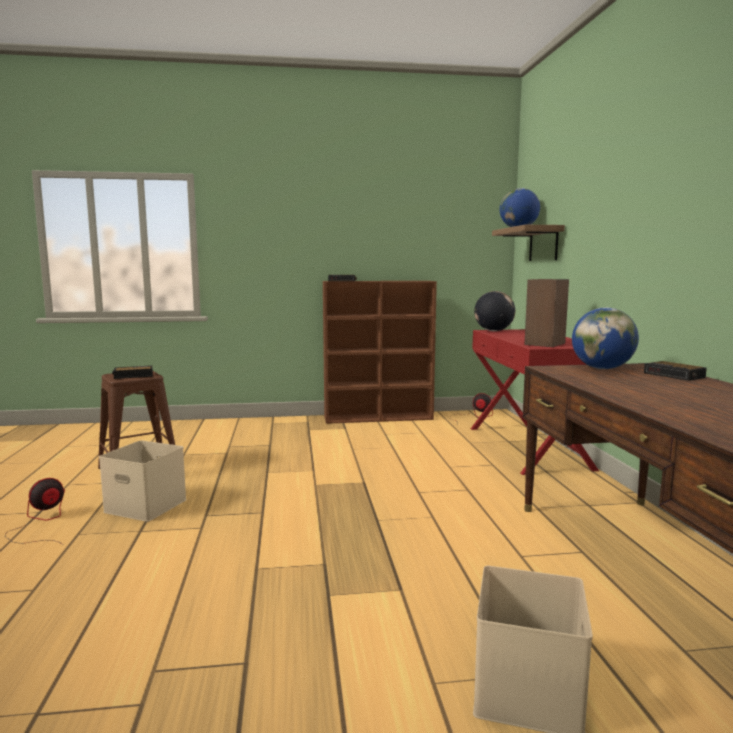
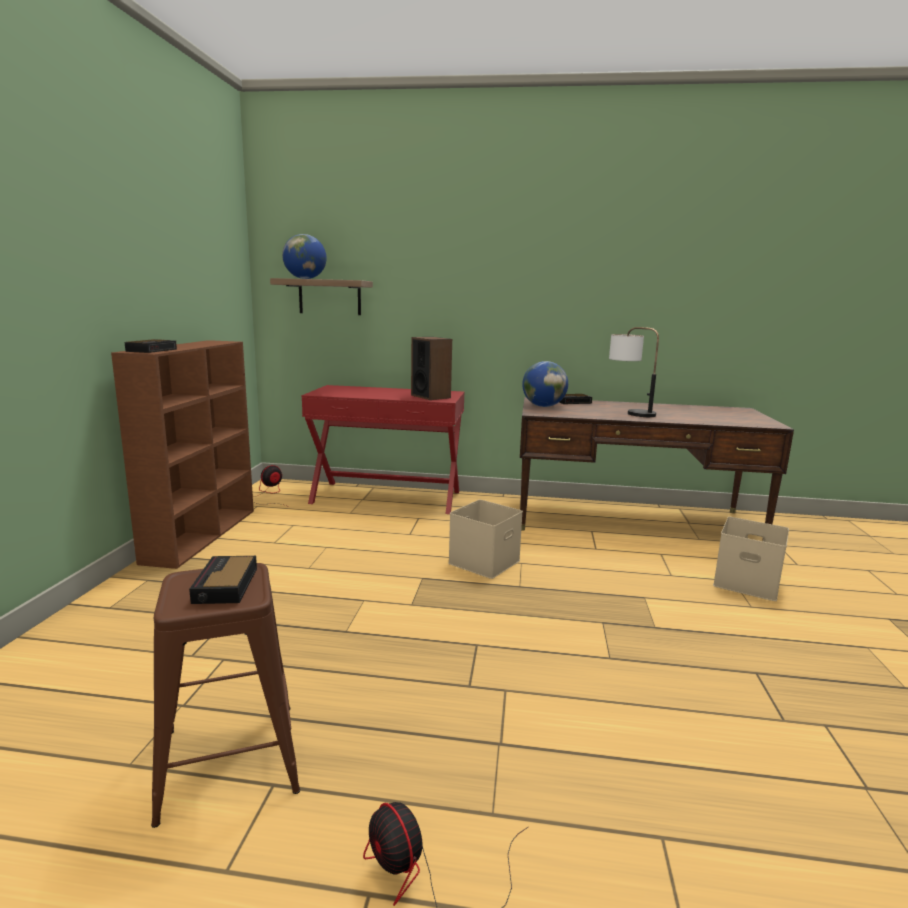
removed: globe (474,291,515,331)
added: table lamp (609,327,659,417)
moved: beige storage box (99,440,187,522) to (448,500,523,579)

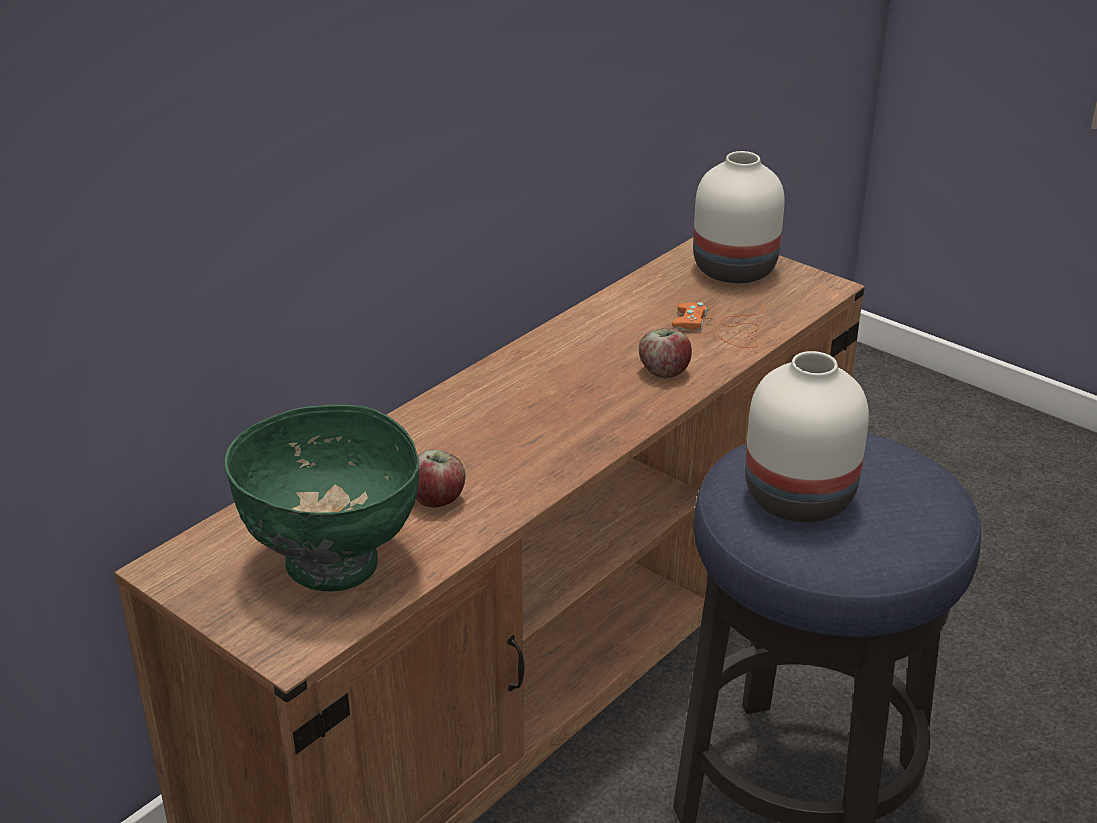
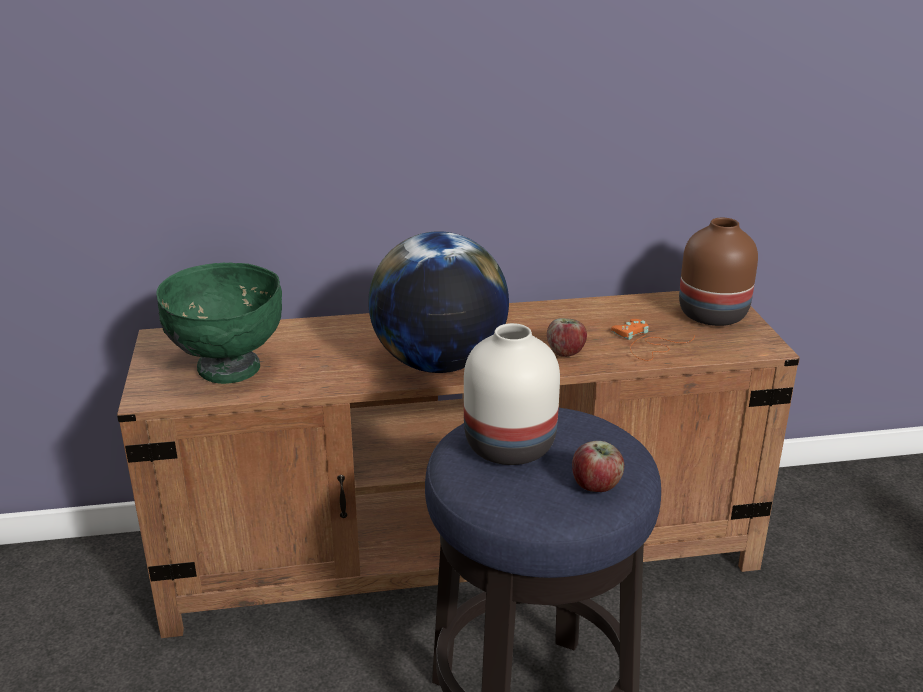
added: globe (368,231,509,373)
moved: apple (416,450,466,507) to (572,441,624,492)
recoloured: white vase (693,151,785,283) to brown vase (679,218,758,326)

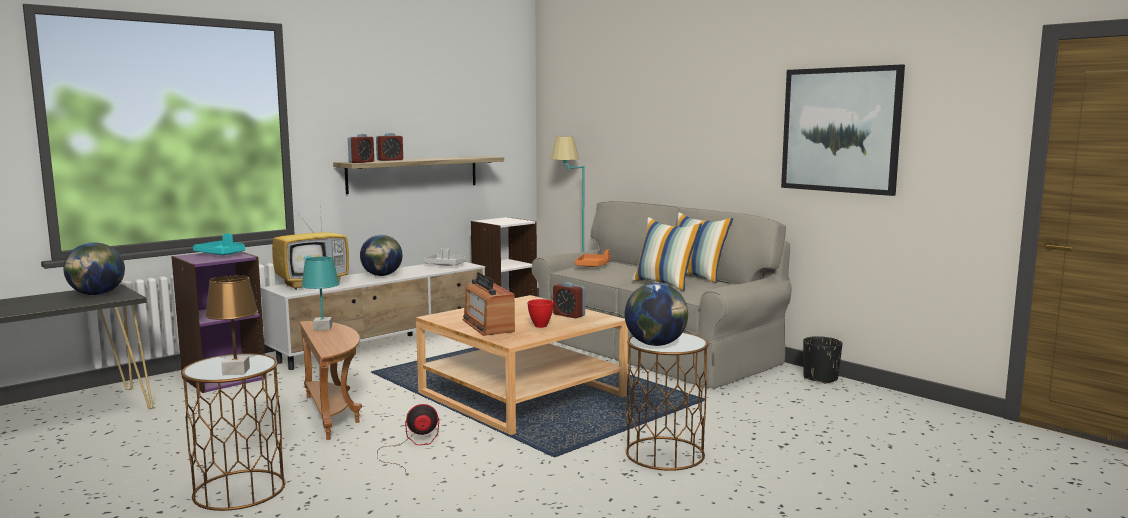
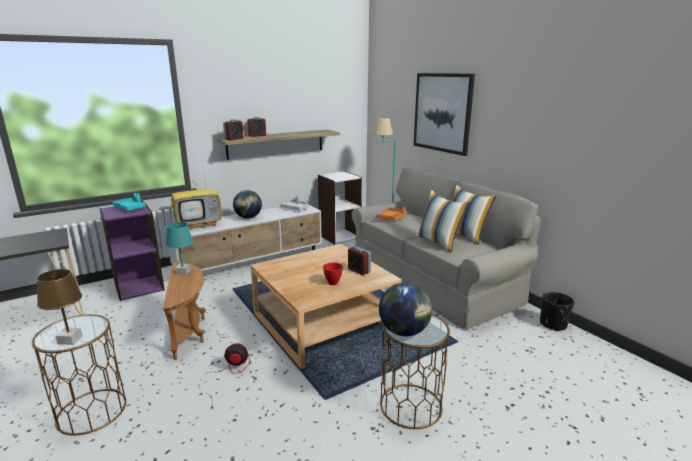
removed: globe (64,243,125,295); radio (463,272,515,336)
moved: picture (781,64,905,196) to (414,73,475,156)

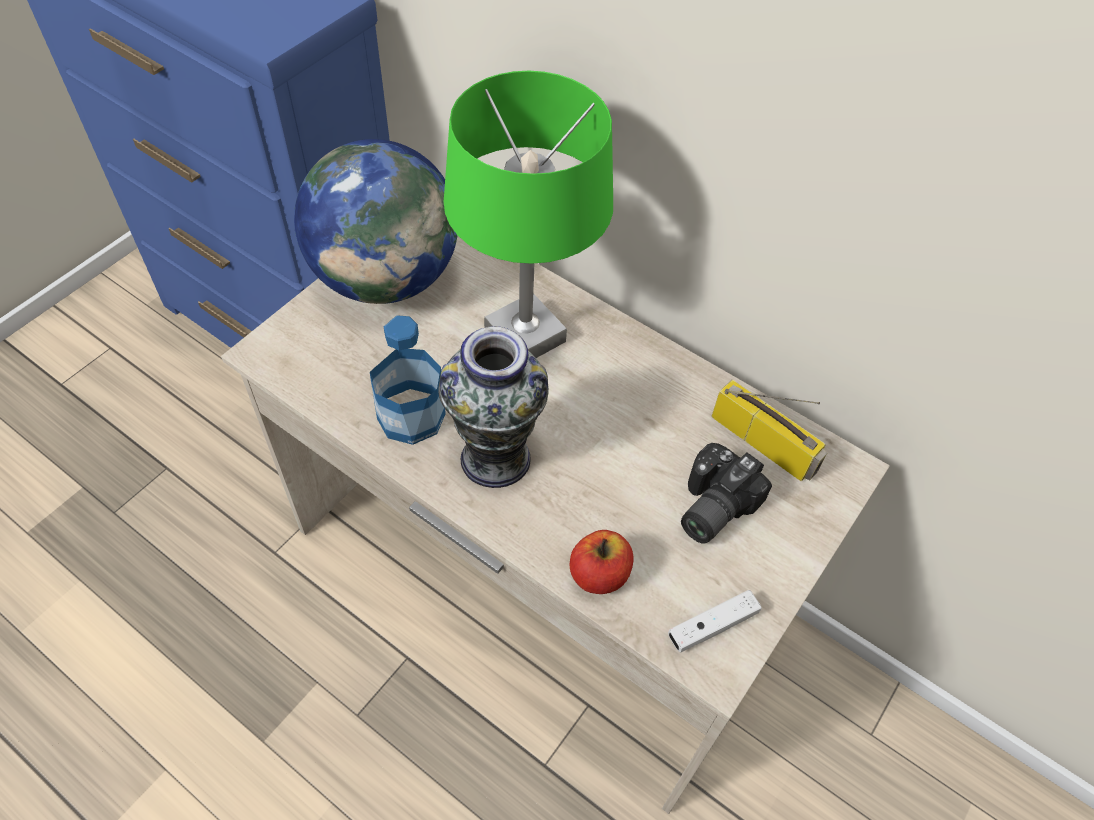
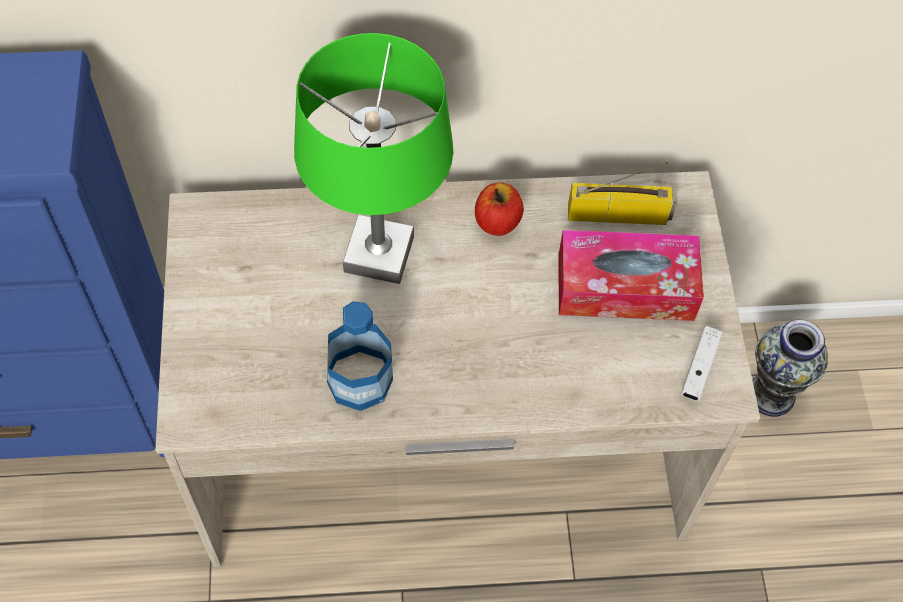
removed: globe (294,139,458,304)
moved: vase (438,326,549,488) to (753,320,828,417); apple (570,530,634,594) to (475,182,524,236)
replaced: photo camera (681,443,772,544) to tissue box (558,230,704,321)

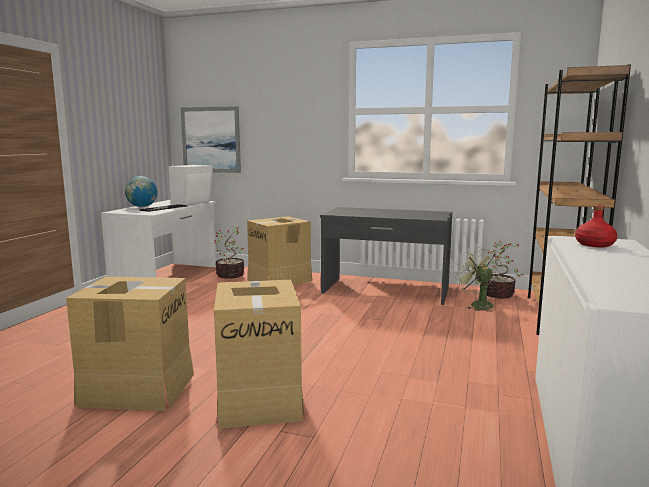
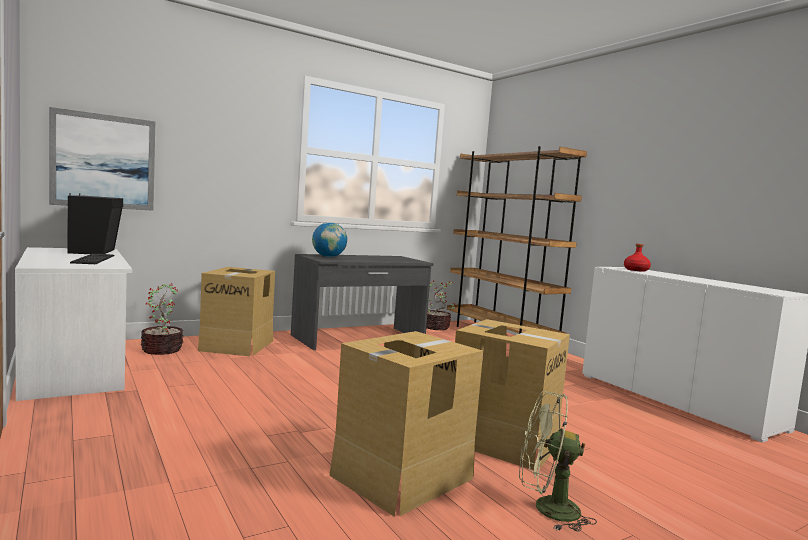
moved: globe (125,176,158,207) to (312,222,347,257); green fan (455,246,498,312) to (519,391,597,532)
recoloured: white speaker (169,163,212,205) to black speaker (67,193,123,254)

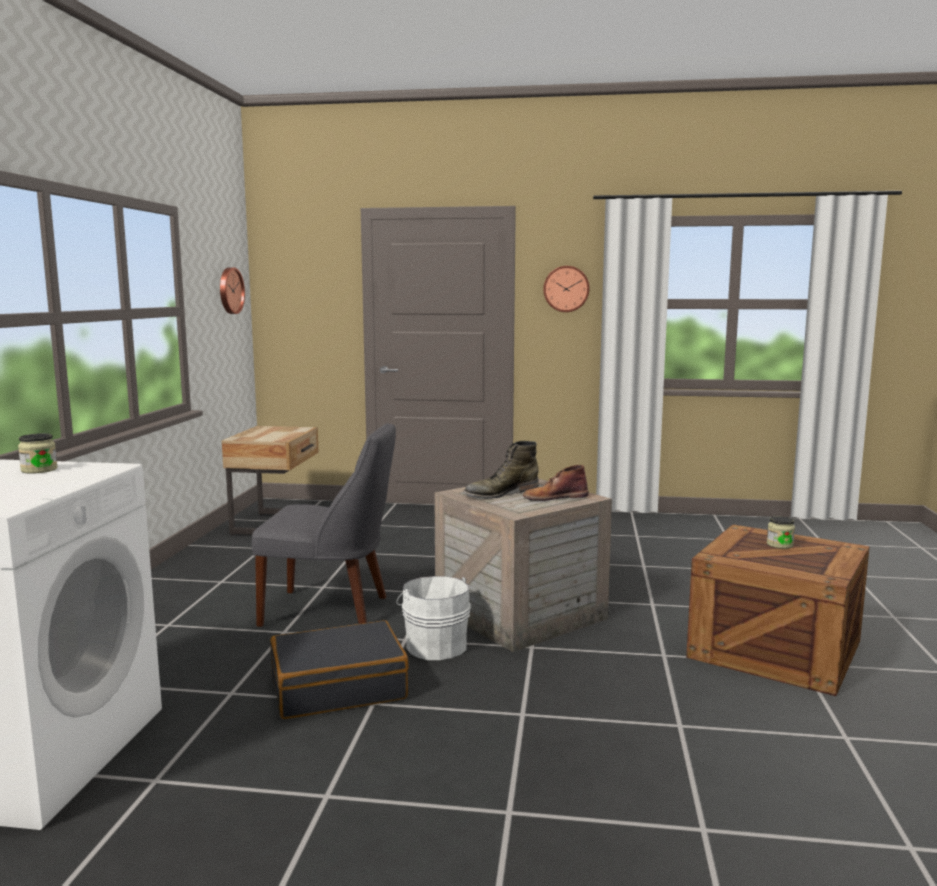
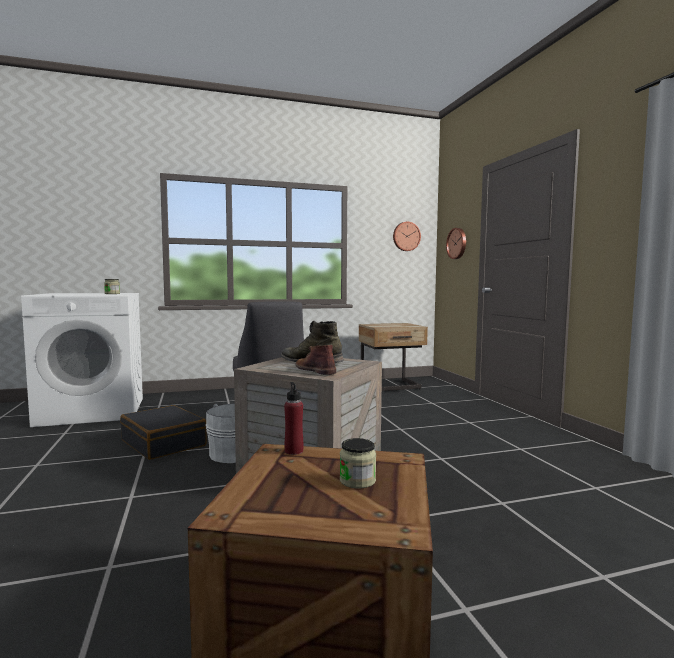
added: red bottle (284,382,303,455)
moved: wall clock (543,266,589,312) to (446,228,466,259)

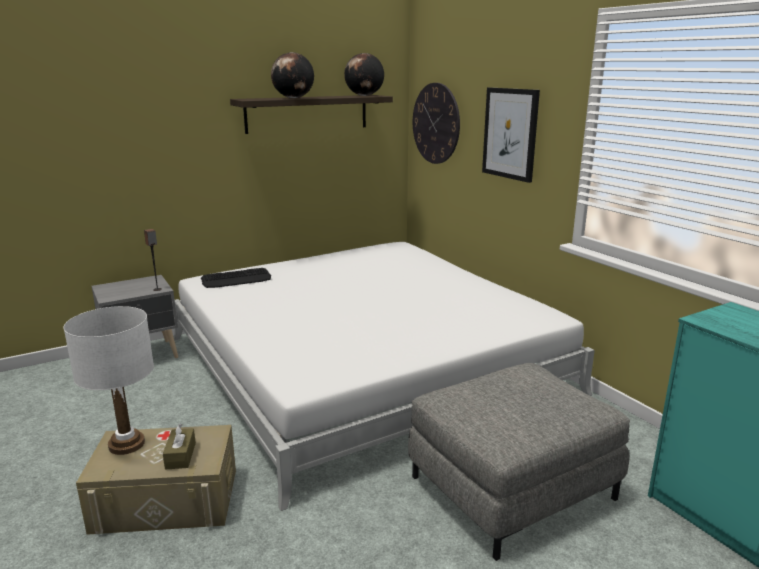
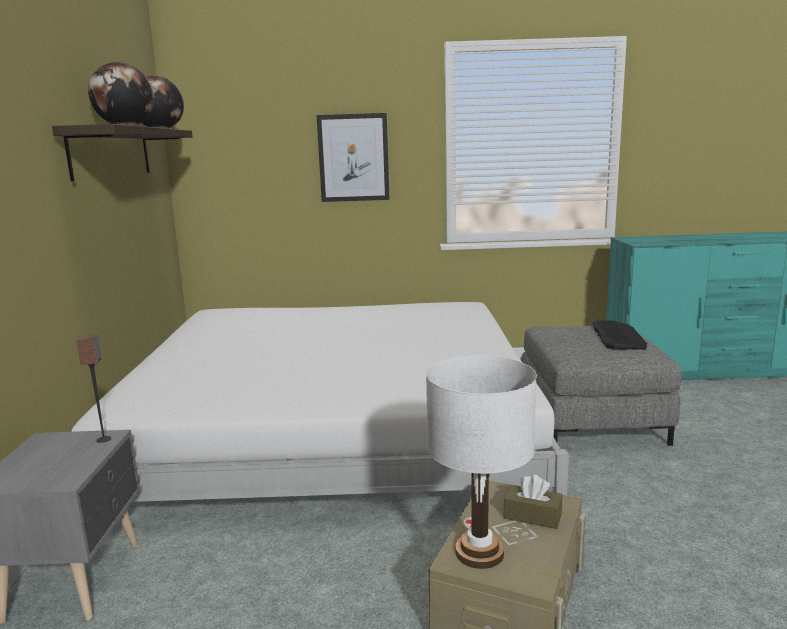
removed: wall clock (413,83,460,164)
moved: keyboard (201,268,271,288) to (592,320,647,350)

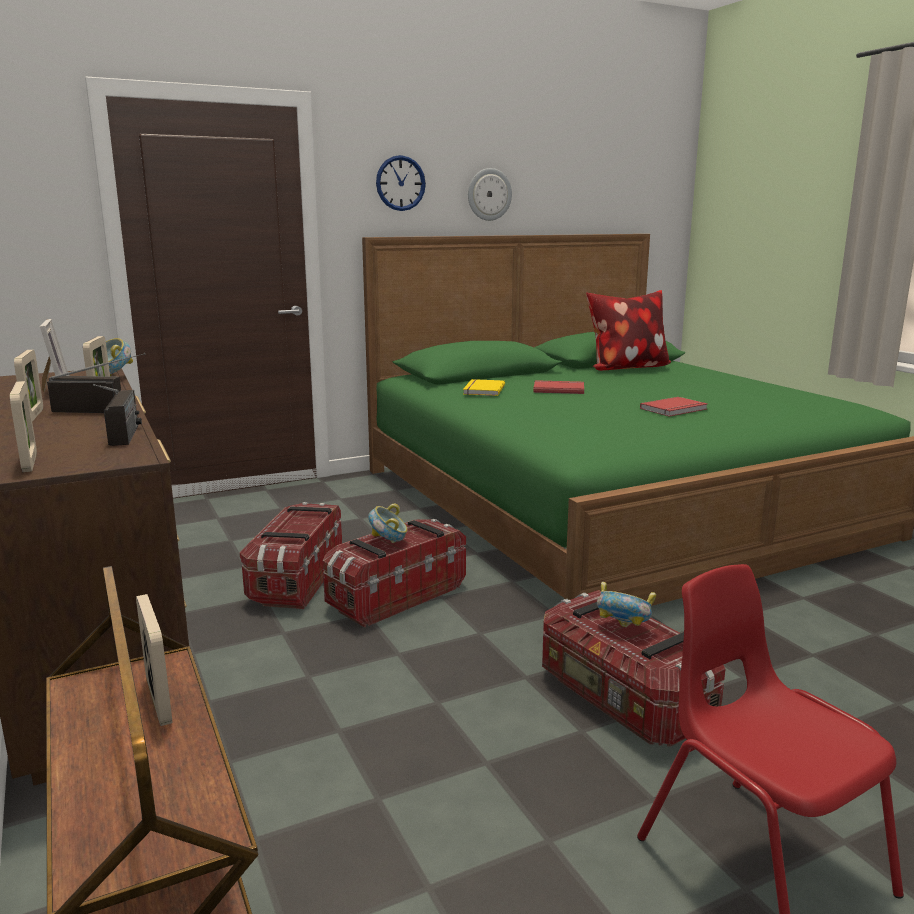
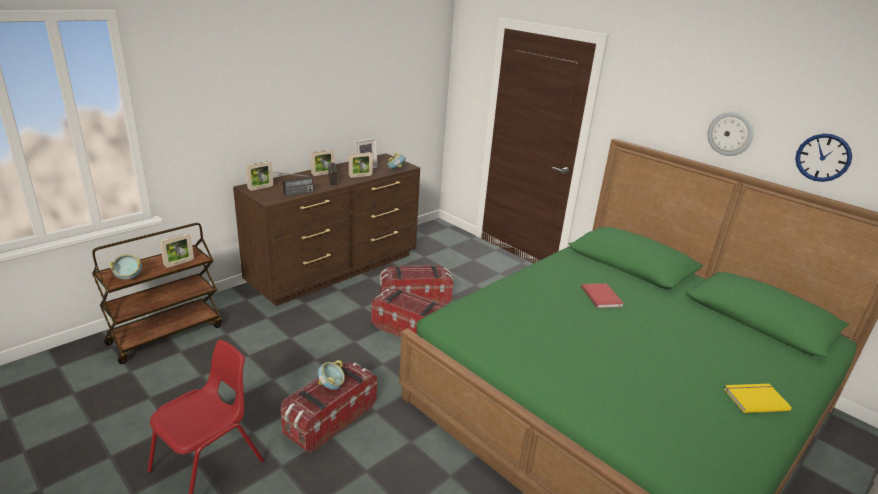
removed: pillow (586,290,671,371); red book (640,397,707,417)
moved: bowl (368,504,407,543) to (109,254,142,280); wall clock (376,155,426,211) to (795,134,852,182); yellow book (463,379,505,396) to (724,384,792,413)

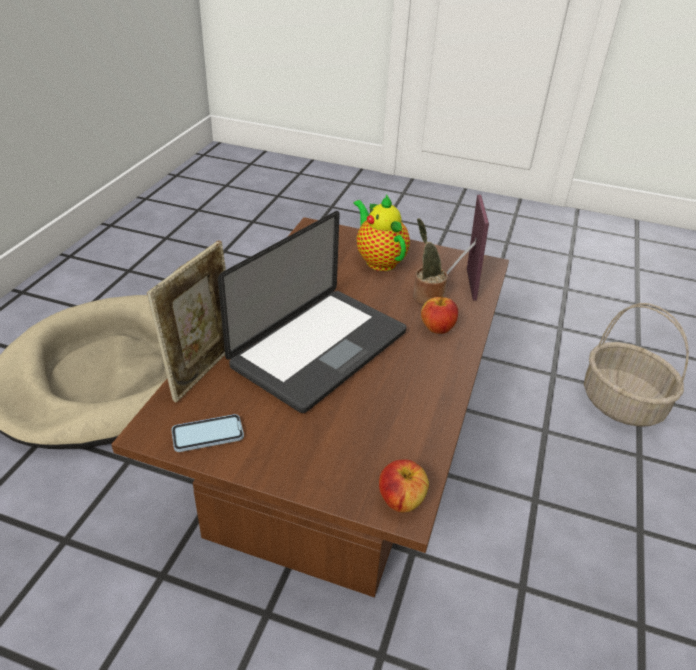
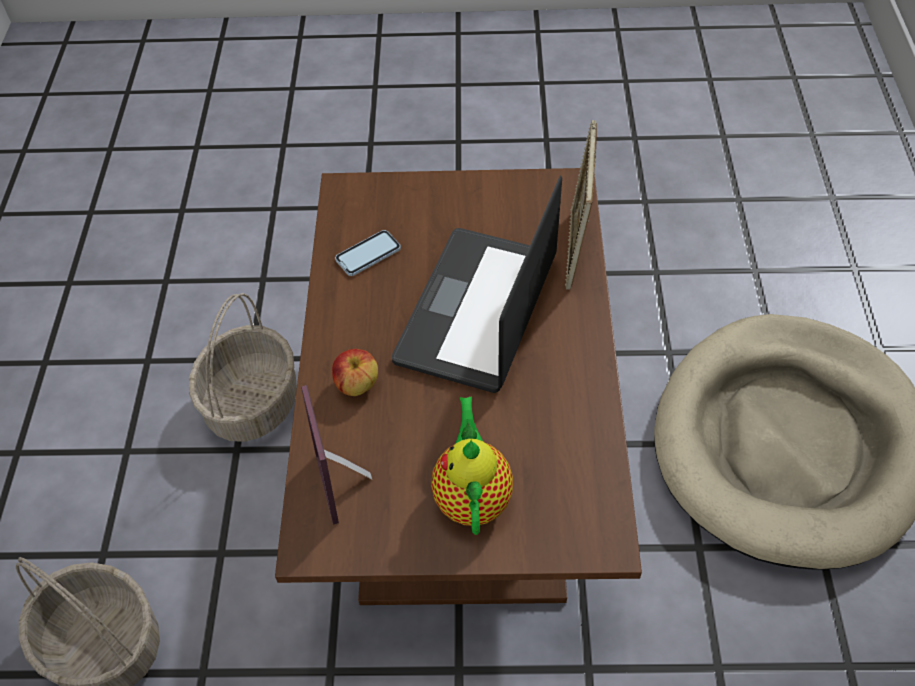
removed: apple (379,459,429,512); potted plant (413,218,448,305)
added: basket (189,293,297,442)
moved: phone (171,414,244,452) to (335,230,401,276)
turned: teapot (353,194,410,271) = (431,396,513,535) 135 degrees counterclockwise

